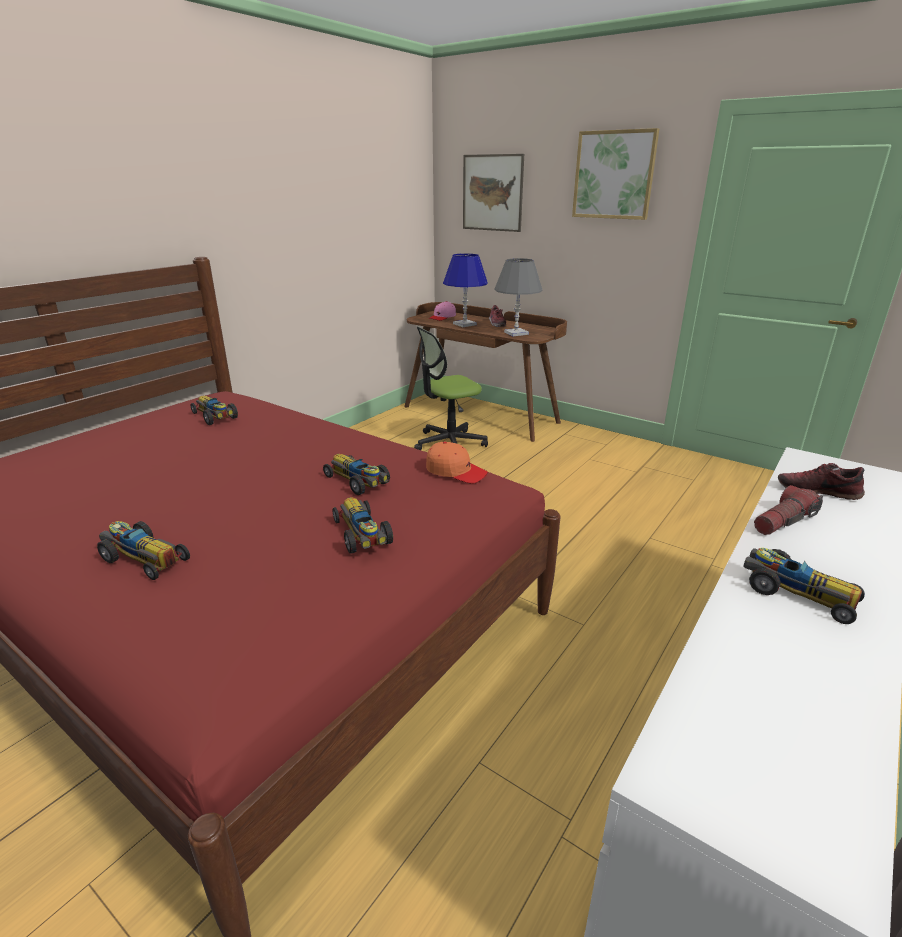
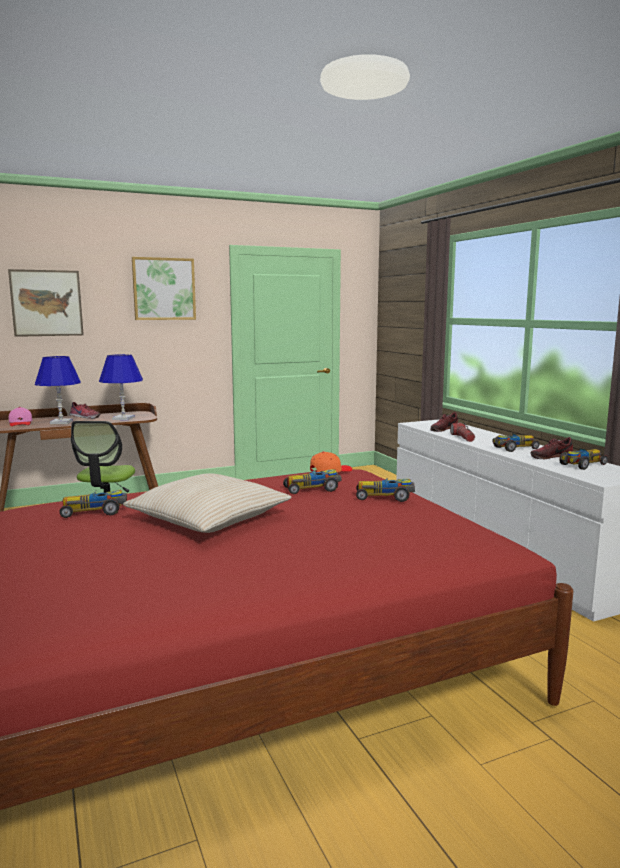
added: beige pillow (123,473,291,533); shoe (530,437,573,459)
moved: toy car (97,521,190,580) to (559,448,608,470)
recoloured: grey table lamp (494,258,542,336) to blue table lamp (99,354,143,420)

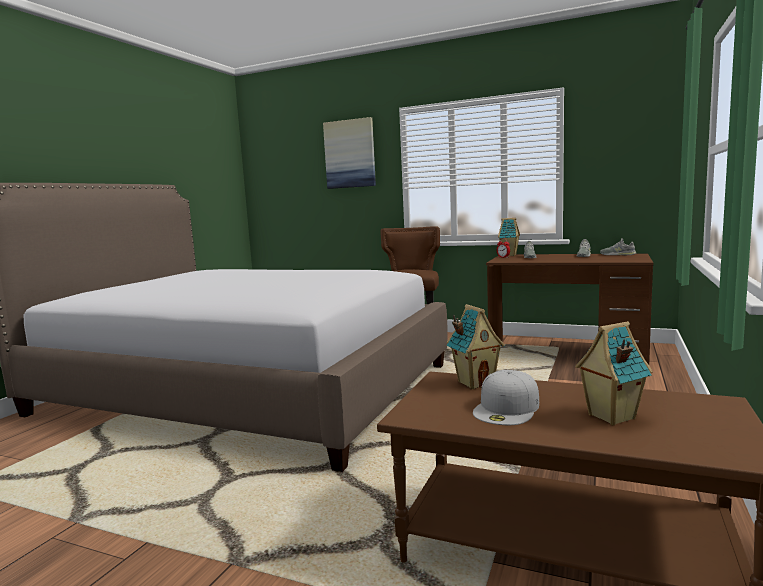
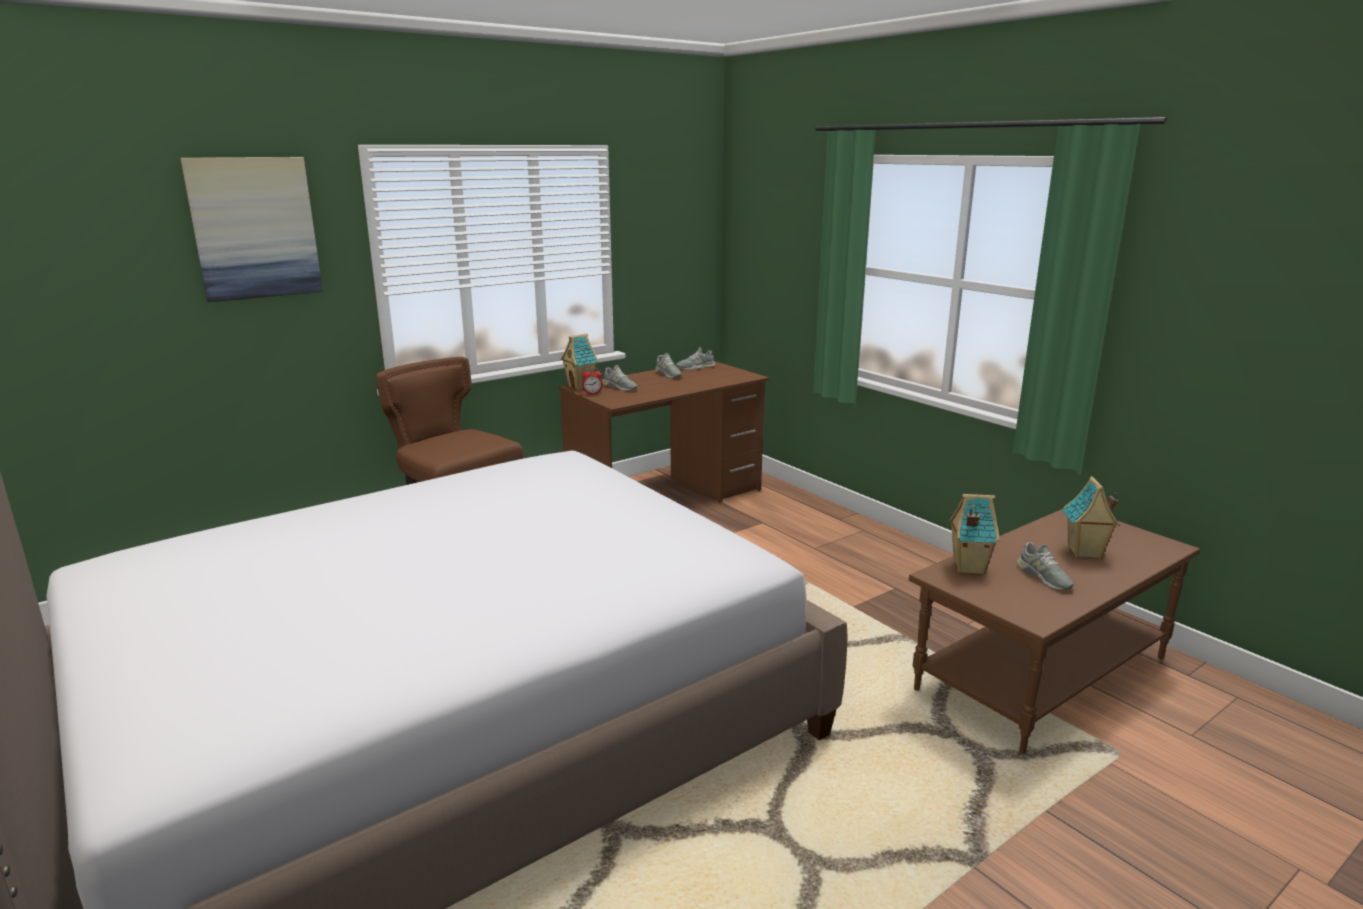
replaced: white cap (473,370,539,425) to grey shoe (1017,542,1074,590)

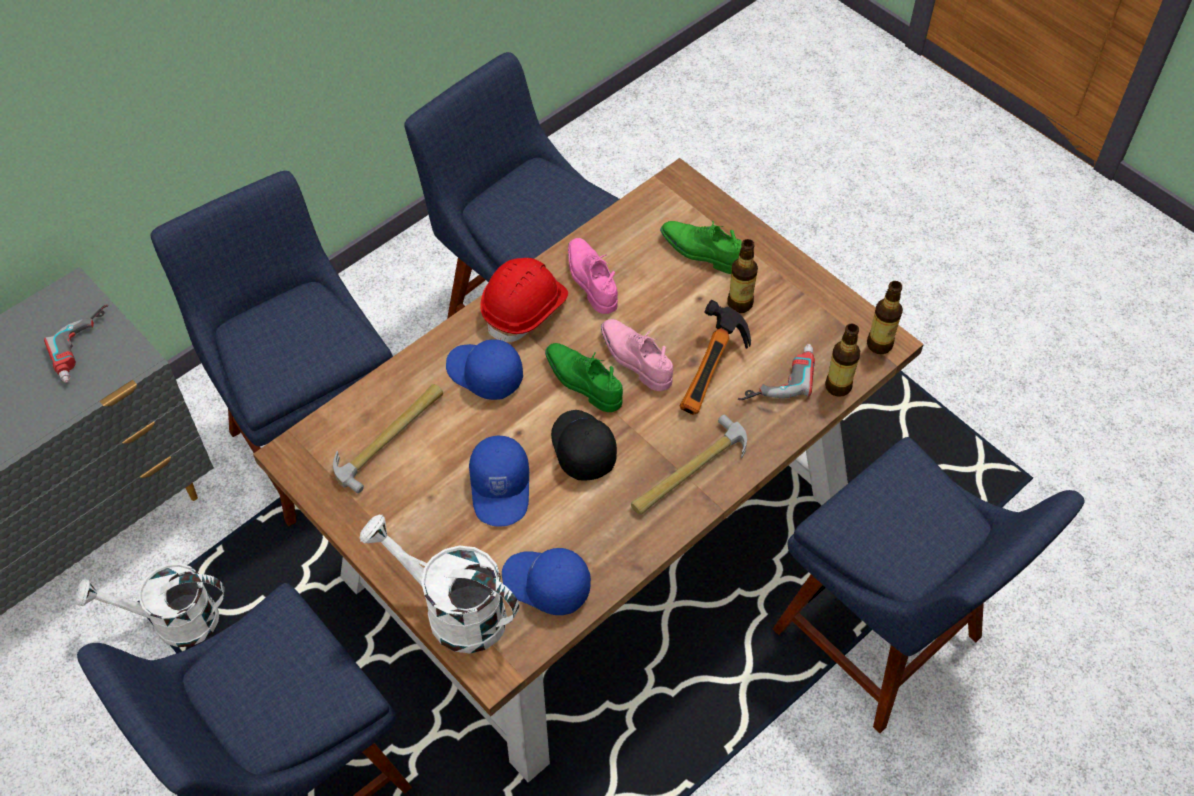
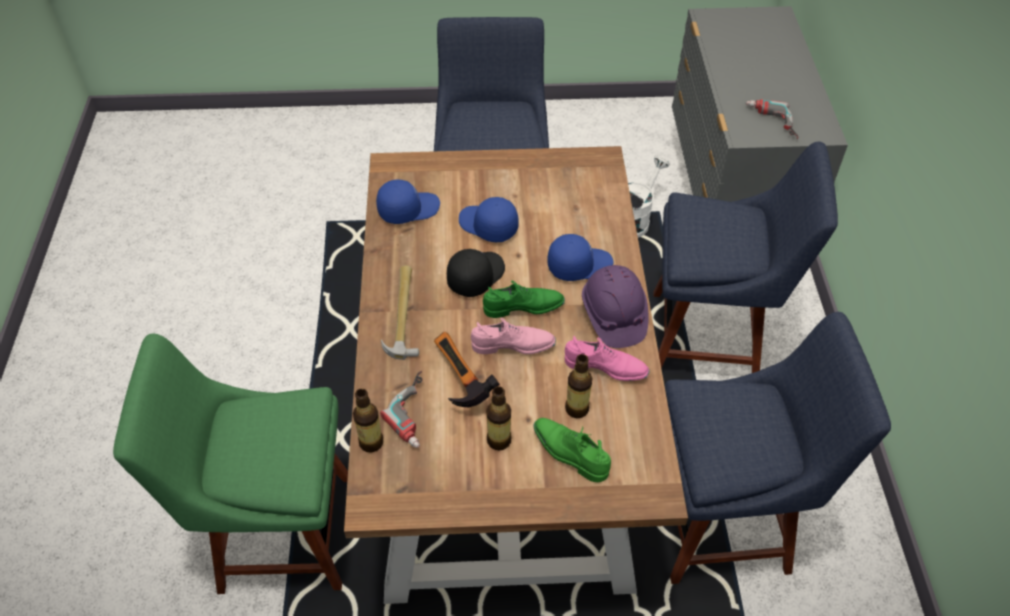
removed: hammer (333,384,443,493); white watering can (360,514,519,653)
moved: bottle (867,281,903,354) to (565,354,592,418)
recoloured: red hard hat (480,258,568,342) to purple hard hat (582,265,649,348); blue chair (773,437,1085,733) to green chair (113,334,348,594)
turned: black cap (551,410,617,480) = (447,249,505,297) 75 degrees counterclockwise; green shoe (660,220,742,274) = (533,418,611,482) 120 degrees counterclockwise

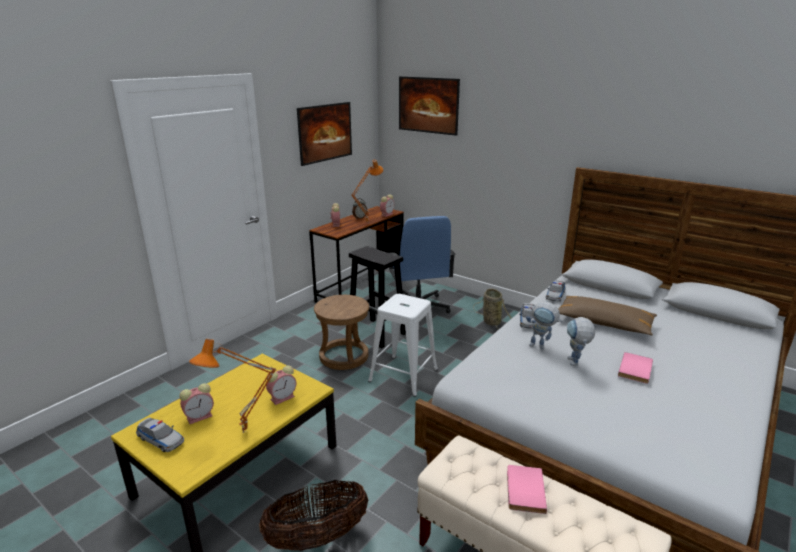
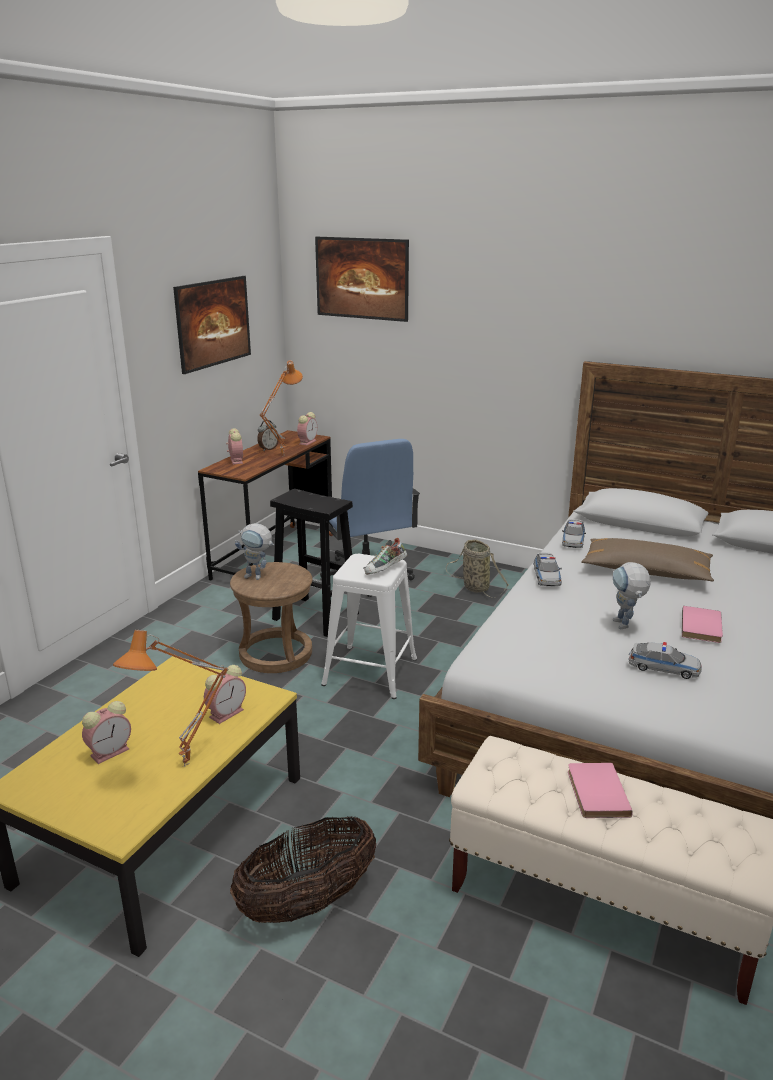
added: shoe (365,538,407,575)
moved: toy car (136,418,184,452) to (628,642,702,679); toy robot (526,301,562,349) to (235,523,274,580)

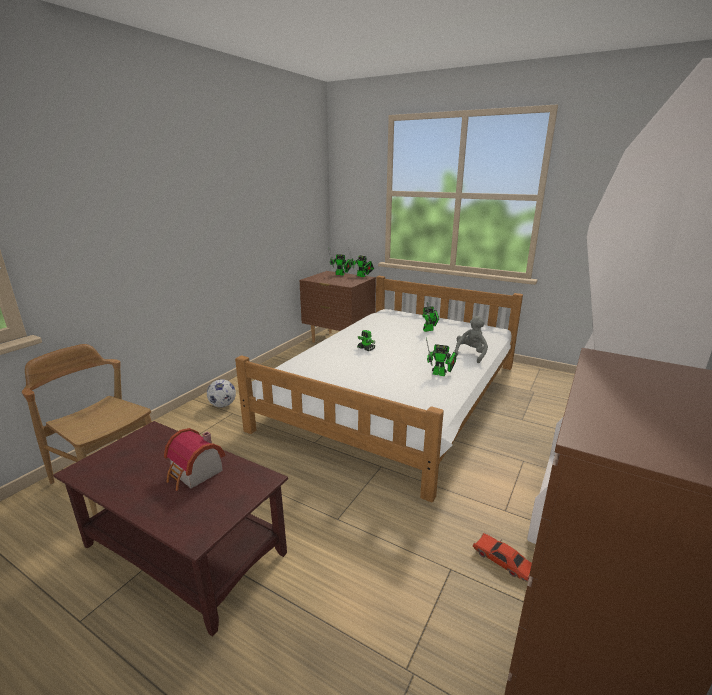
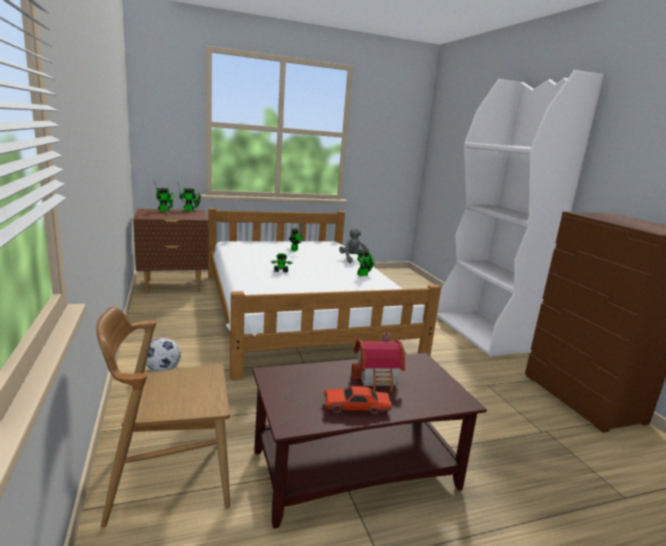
moved: red toy car (473,533,532,582) to (324,386,392,414)

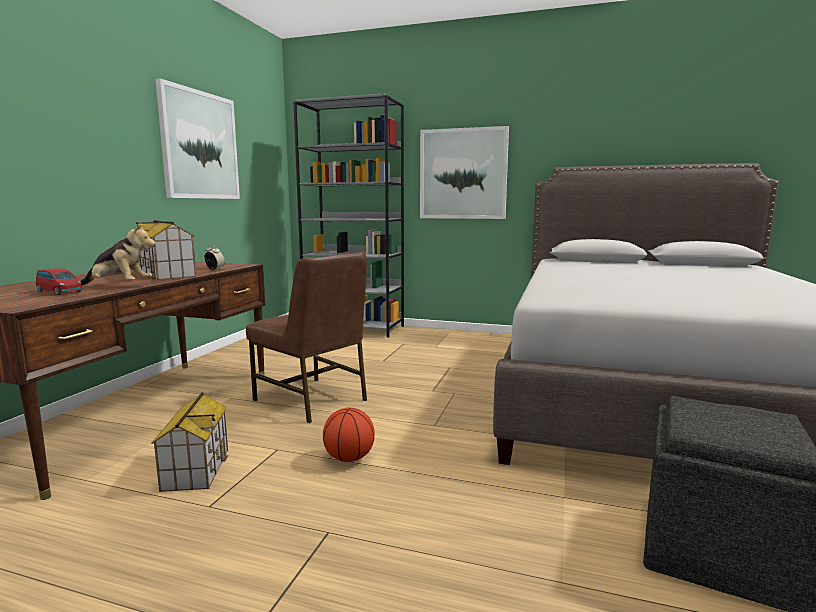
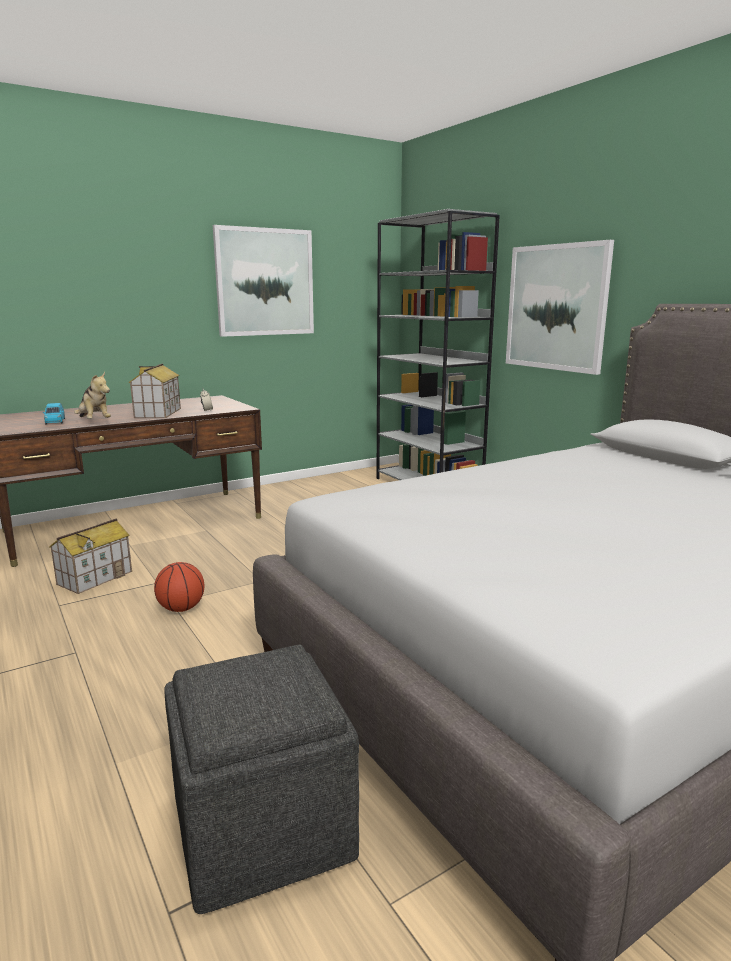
removed: brown chair (246,252,367,423)
recoloured: red toy car (36,268,82,295) to blue toy car (43,403,65,424)

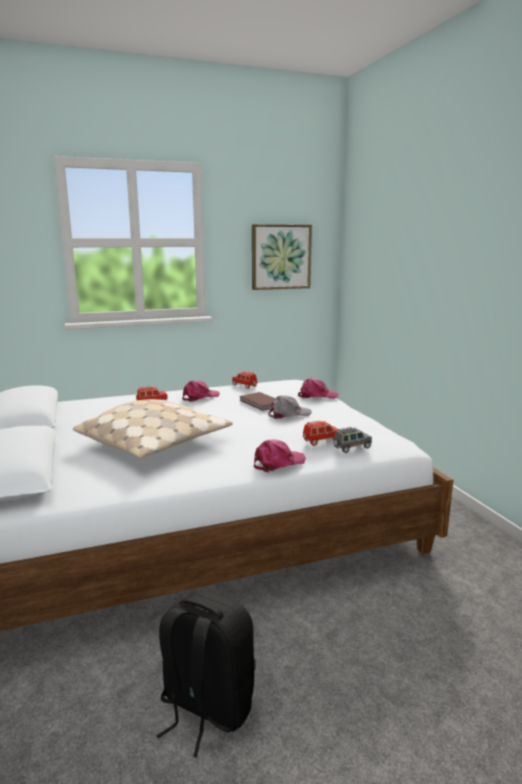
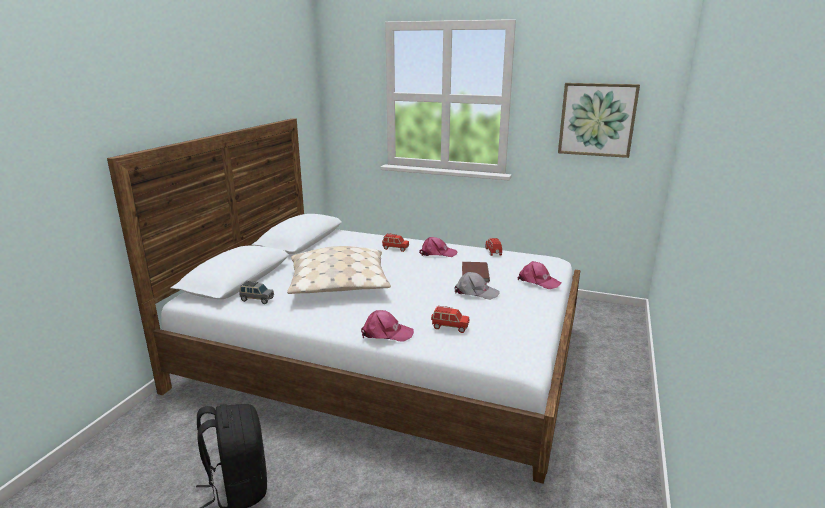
moved: grey toy car (333,427,372,453) to (239,281,274,304)

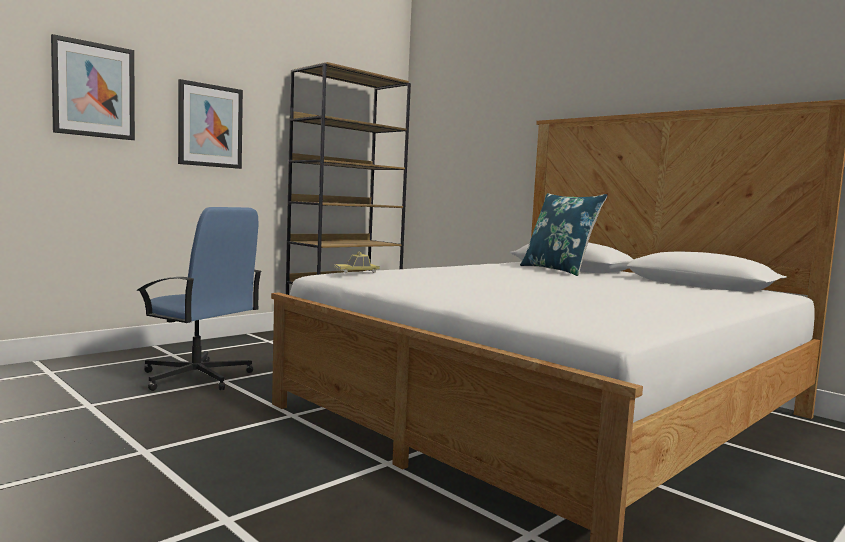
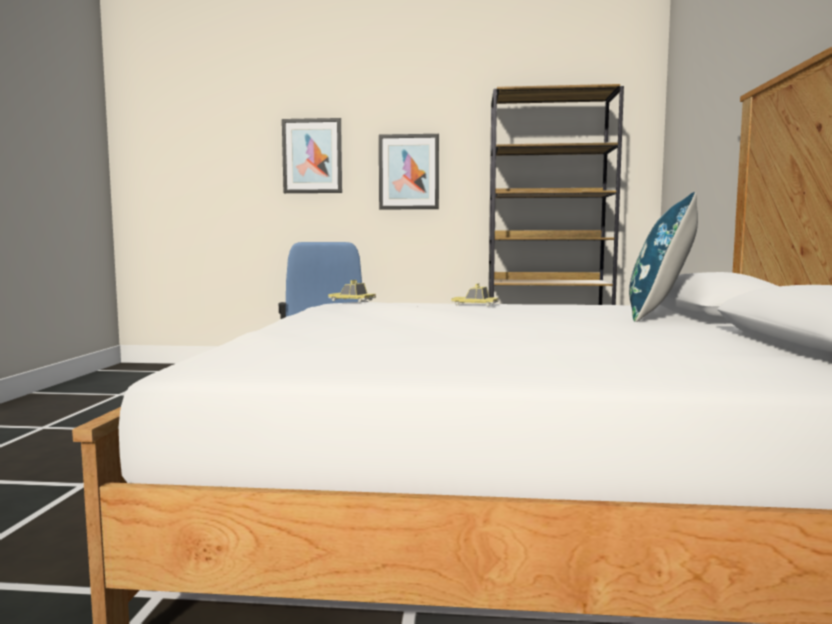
added: toy car (451,284,499,307)

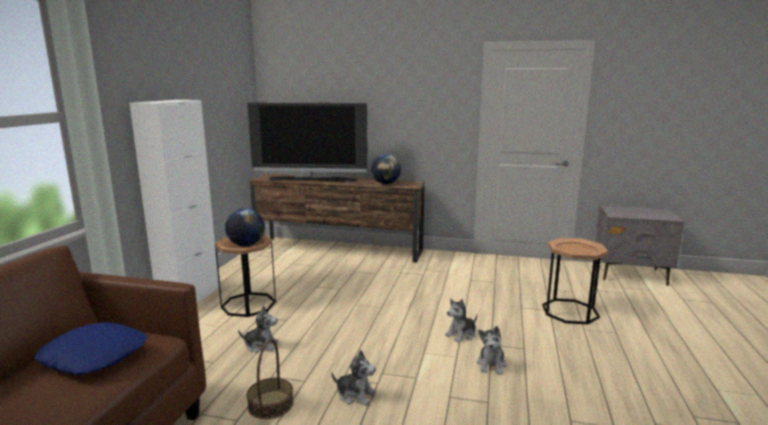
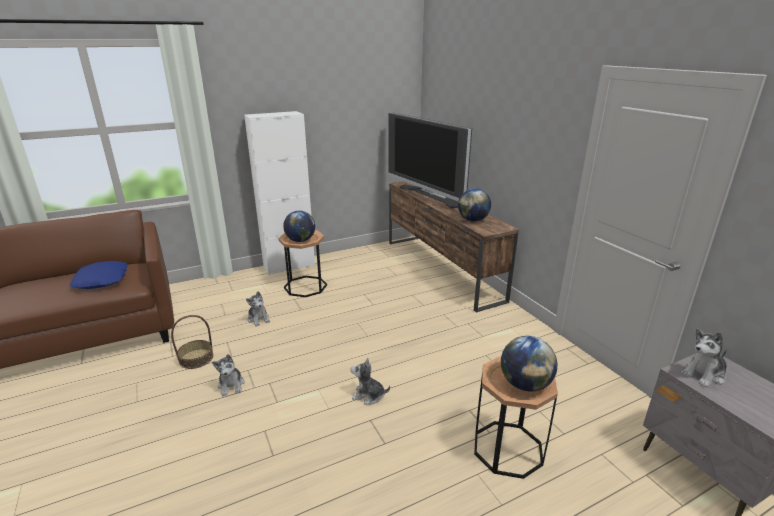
added: globe (501,336,558,392)
moved: plush toy (477,326,507,375) to (681,328,727,387)

